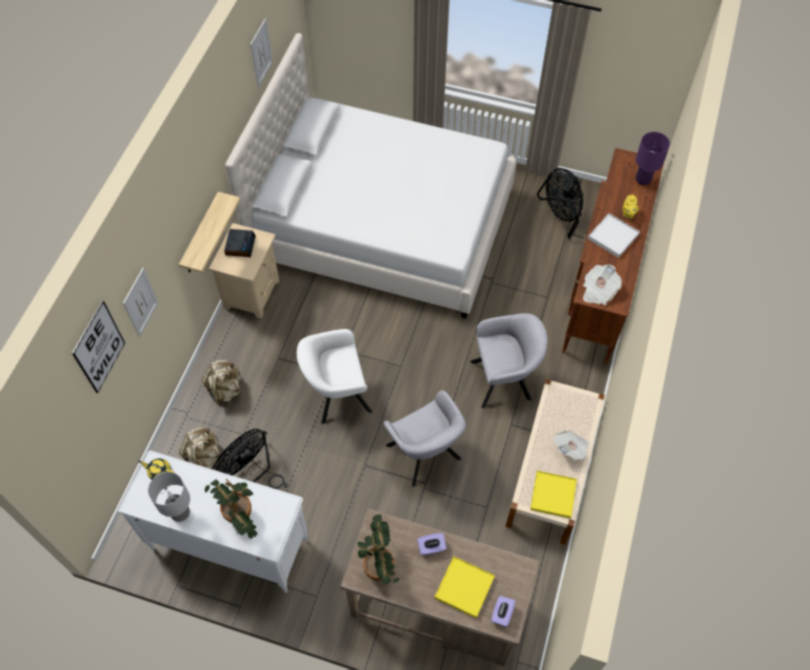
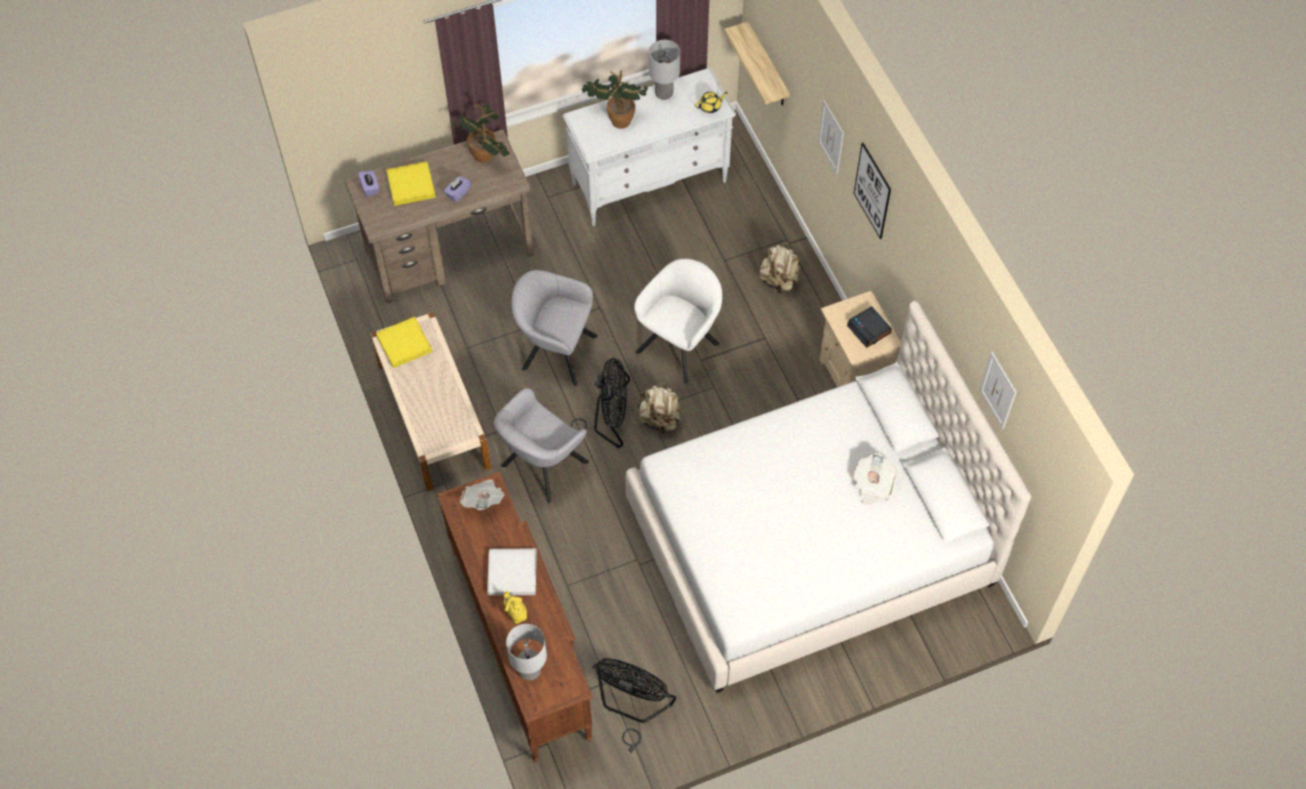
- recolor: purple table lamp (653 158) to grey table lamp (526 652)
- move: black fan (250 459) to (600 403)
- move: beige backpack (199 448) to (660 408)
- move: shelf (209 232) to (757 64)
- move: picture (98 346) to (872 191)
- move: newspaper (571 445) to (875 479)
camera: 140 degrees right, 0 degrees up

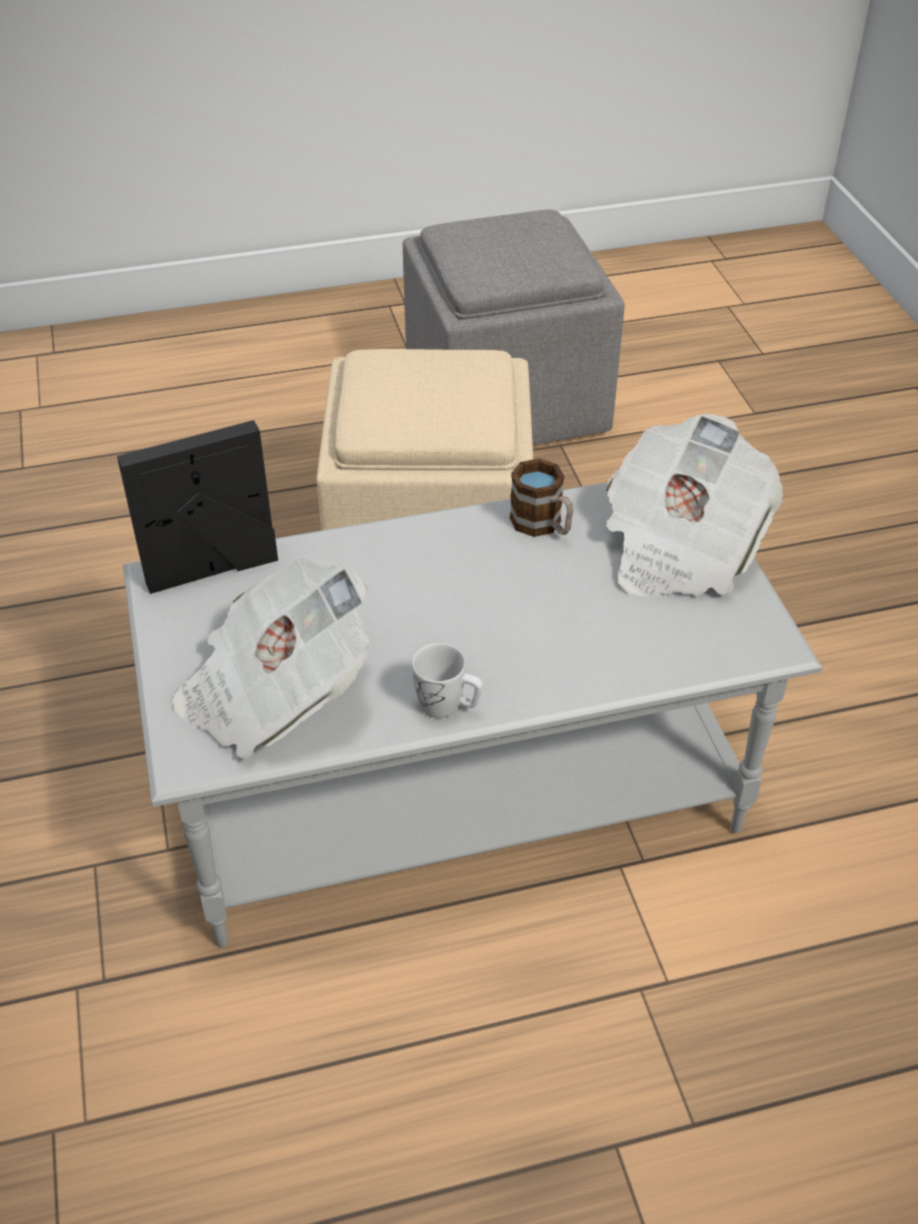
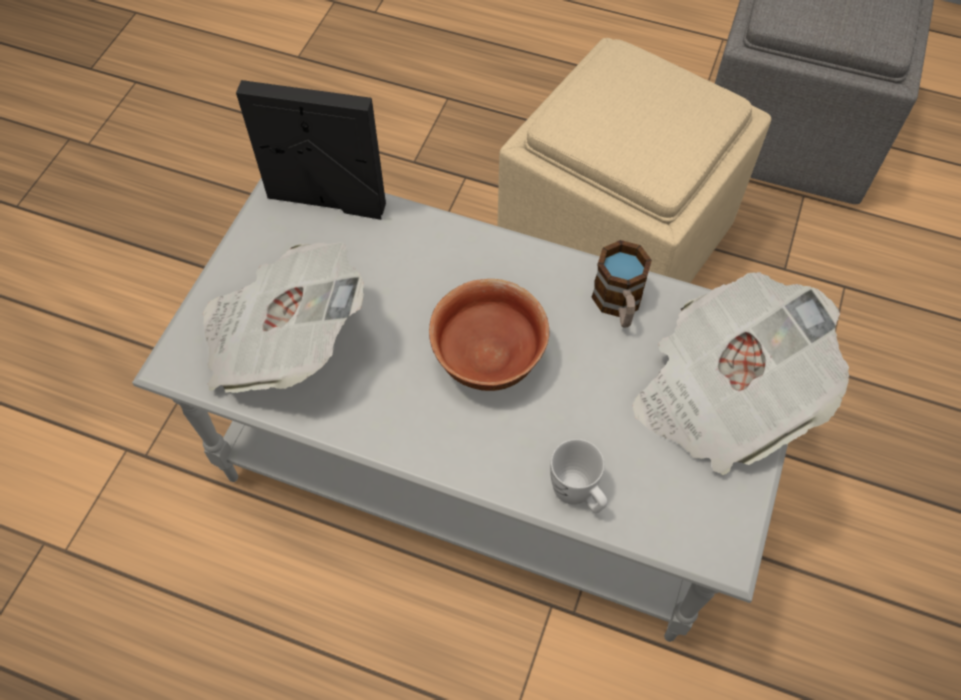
- insert: bowl (489 335)
- move: white mug (447 680) to (579 476)
camera: 35 degrees right, 15 degrees up

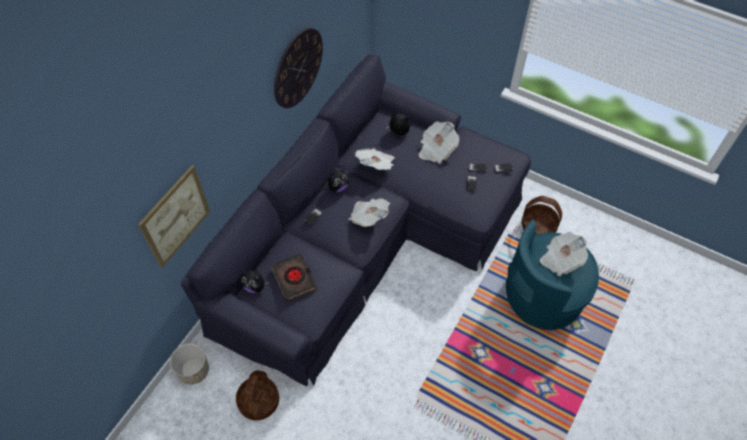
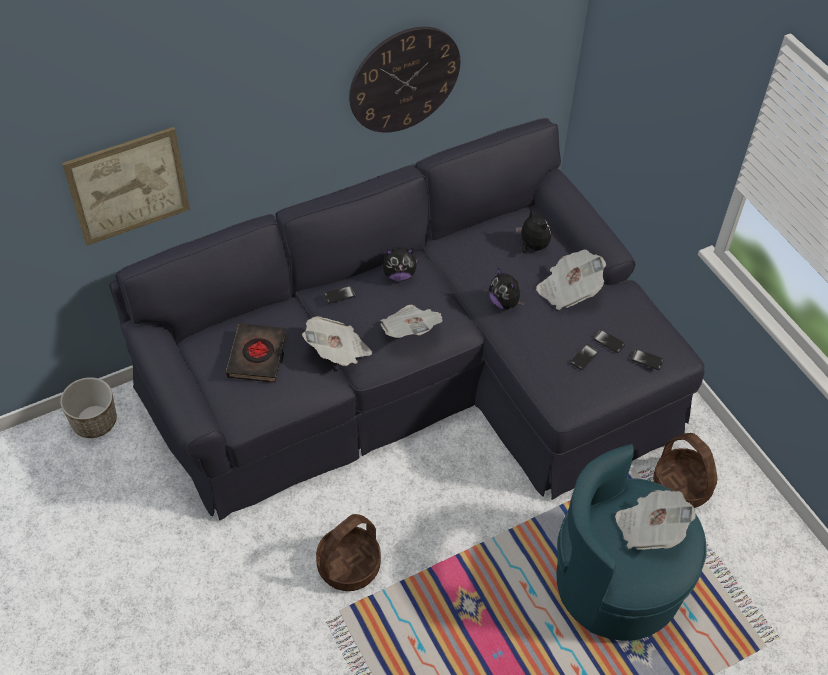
- move: newspaper (375 159) to (337 341)
- move: basket (257 395) to (348 552)
- move: plush toy (255 281) to (507 289)
camera: 30 degrees right, 5 degrees down

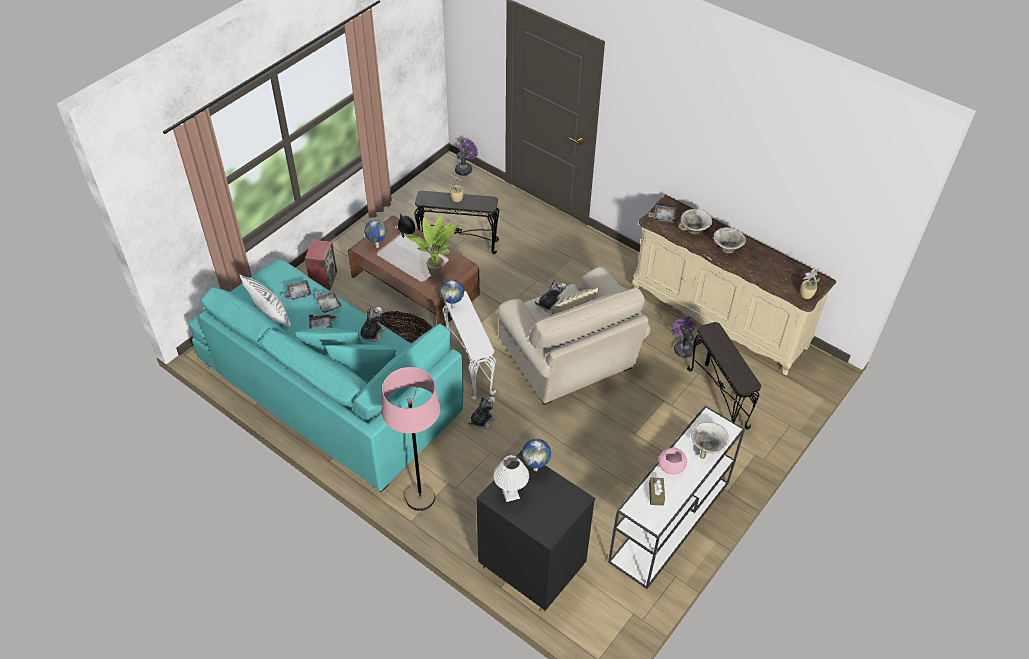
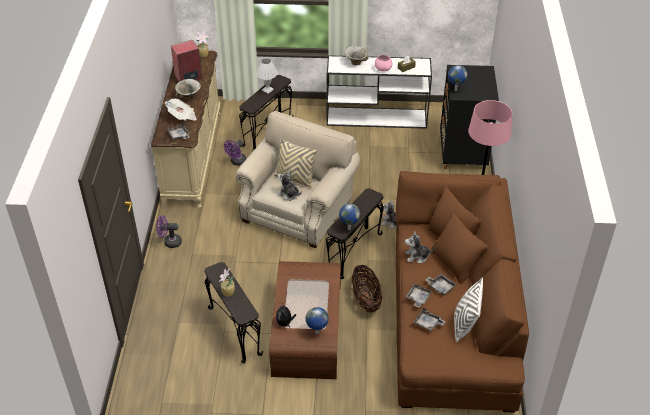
- move: purple fan (466 157) to (169 231)
- replace: bowl (695 221) to newspaper (181 110)
- move: speaker (321 265) to (186 61)
- move: white table lamp (511 478) to (267 76)
- recolor: white side table (469 345) to black side table (355 233)
- recolor: turquoise sofa (325 375) to brown sofa (462 291)
- delete: potted plant (431 246)
camera: 125 degrees left, 5 degrees down

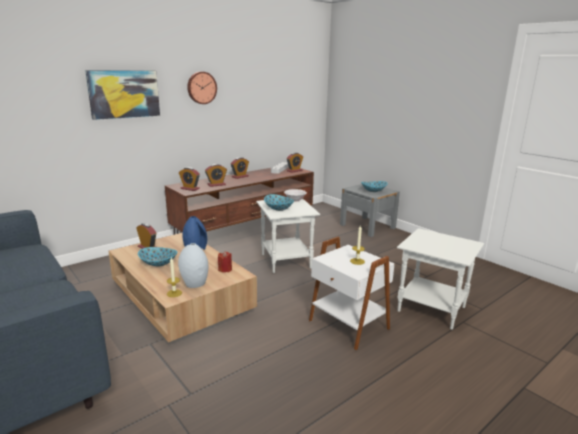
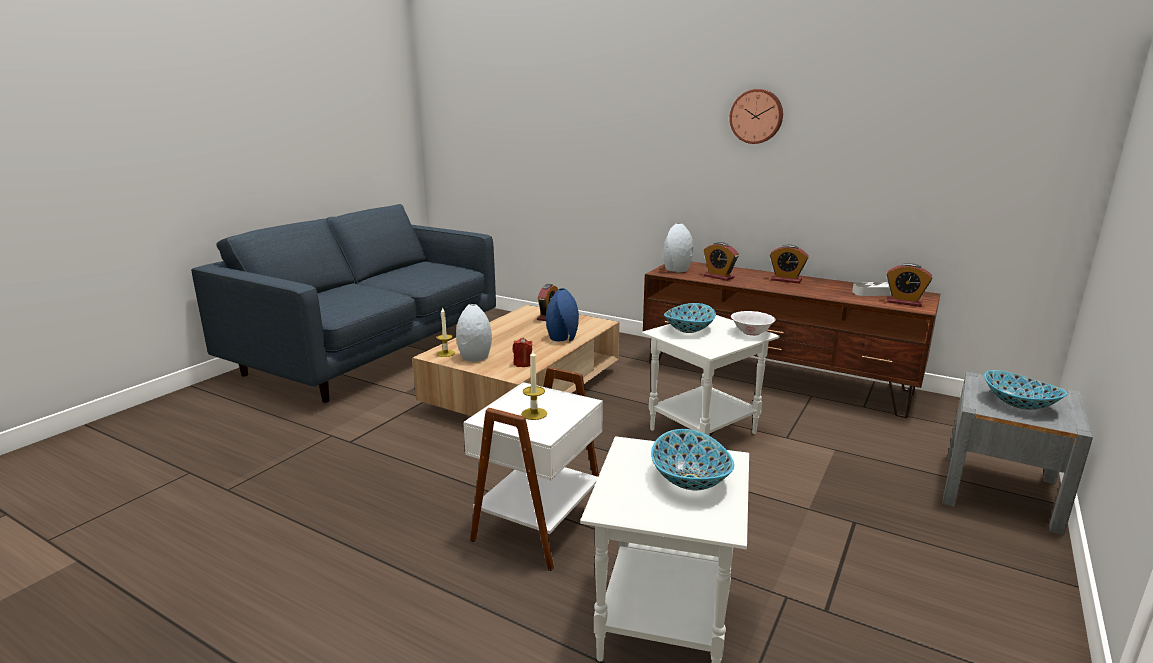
- move: bowl (157 256) to (692 459)
- replace: alarm clock (189 179) to grey vase (678 248)
- delete: picture (122 95)
camera: 70 degrees right, 0 degrees up

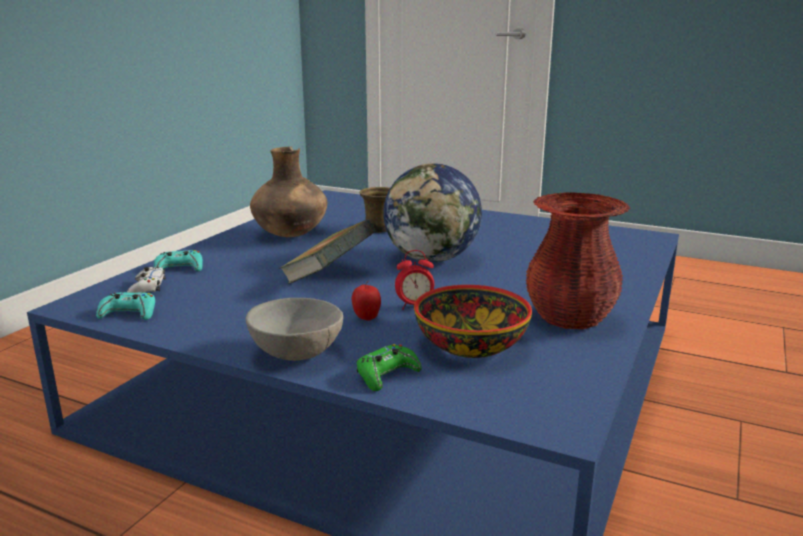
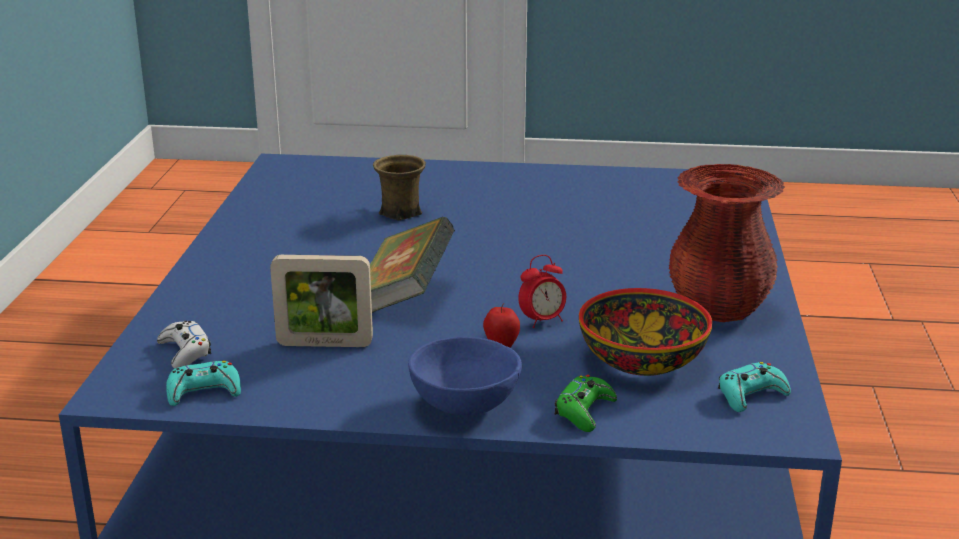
- insert: picture frame (321 301)
- recolor: grey bowl (294 329) to blue bowl (465 376)
- move: turquoise game controller (178 260) to (754 387)
- delete: brown vase (288 192)
- delete: globe (432 212)
camera: 20 degrees left, 5 degrees up

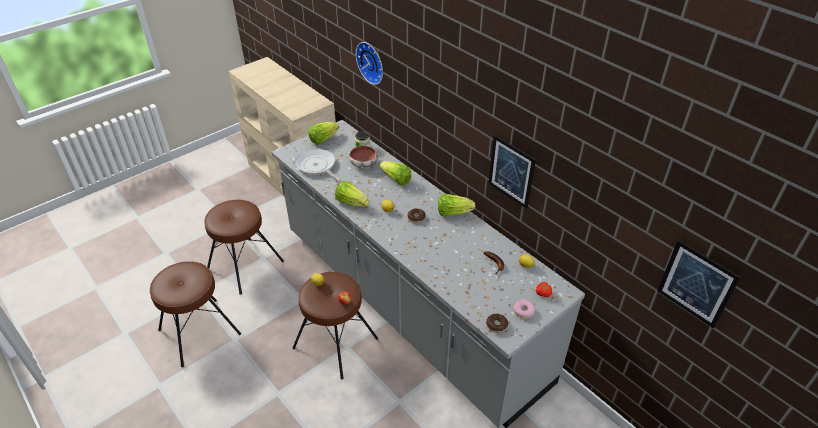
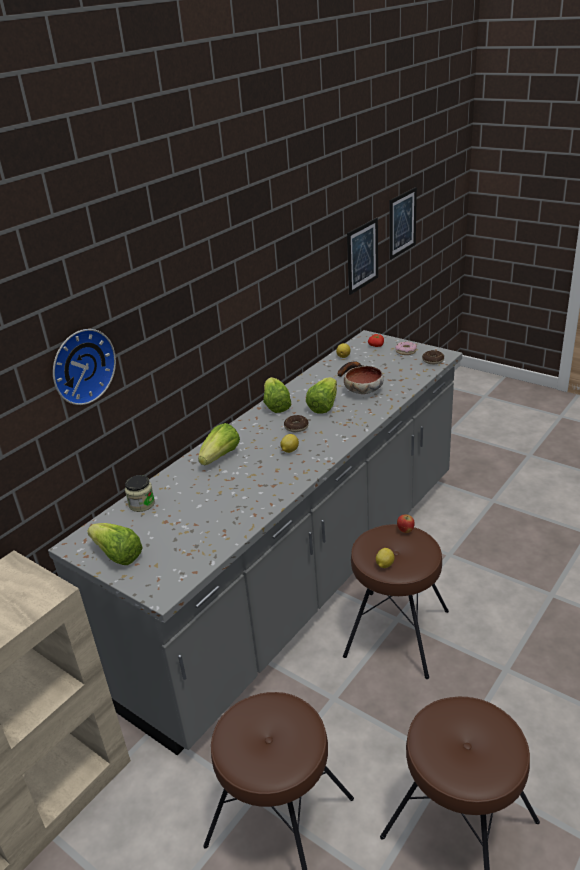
- move: lettuce (352 194) to (321 395)
- move: bowl (363 157) to (364 380)
- move: picture (512 172) to (362 256)
- delete: frying pan (318 165)
camera: 100 degrees left, 10 degrees down

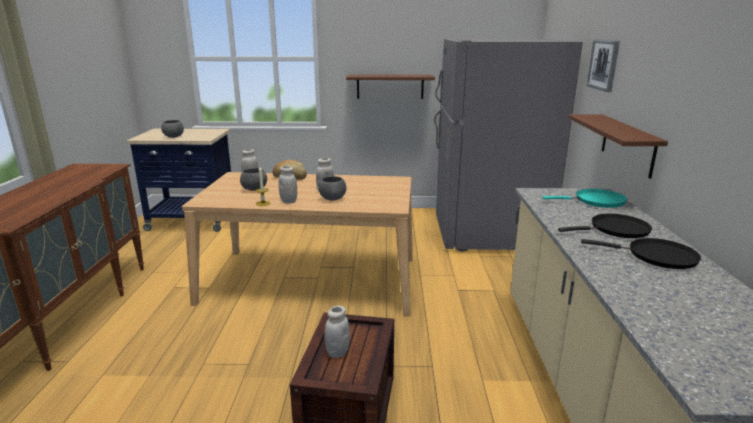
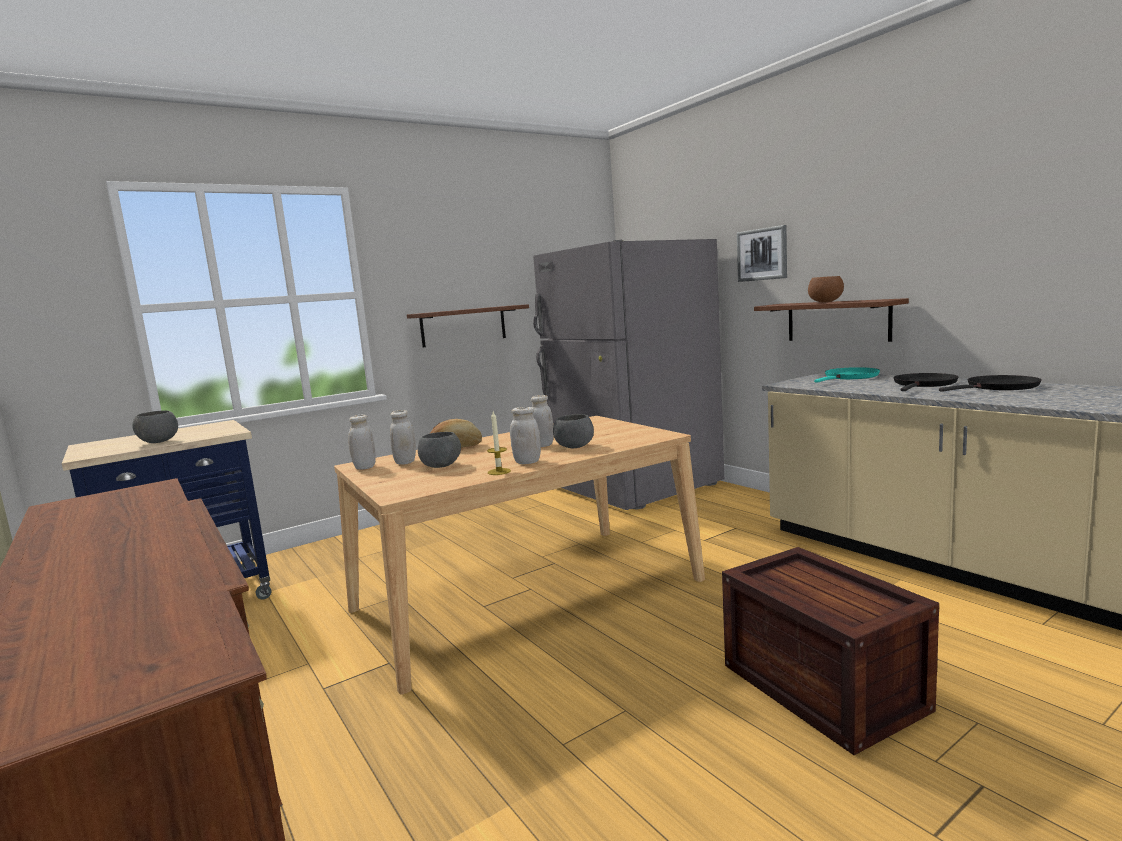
- move: white jar (337 332) to (362 442)
- insert: brown bowl (826 289)
camera: 35 degrees left, 10 degrees down

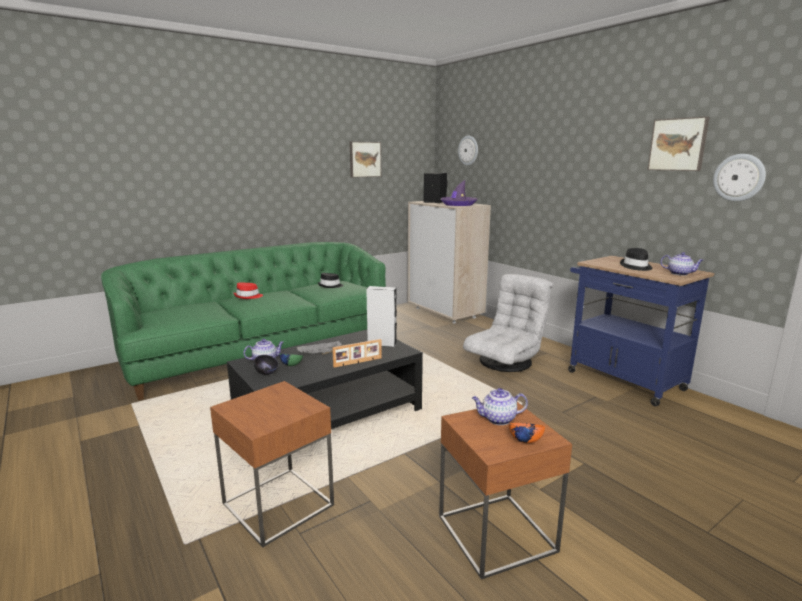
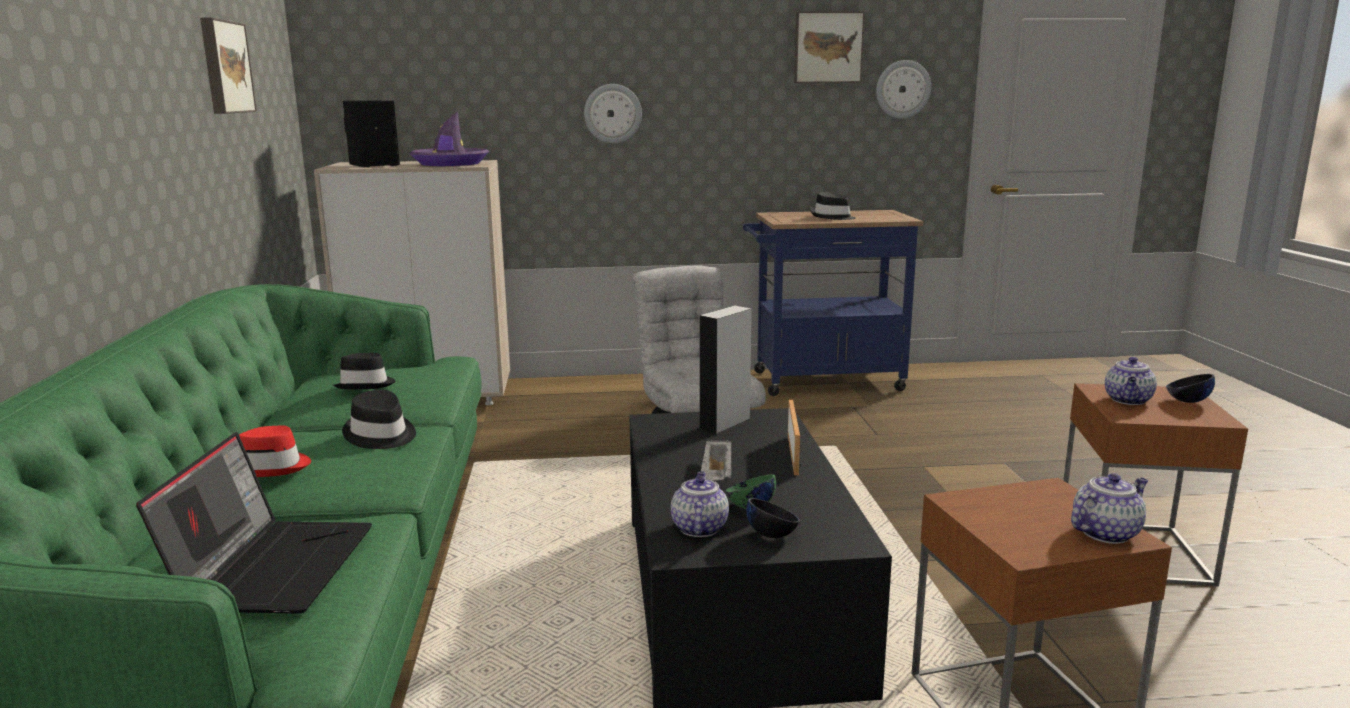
- insert: laptop (254 522)
- insert: black hat (379 419)
- move: wall clock (468 151) to (613 114)
- move: teapot (681 264) to (1109 508)
- recolor: orange bowl (527 433) to black bowl (1190 388)
camera: 60 degrees left, 0 degrees up

